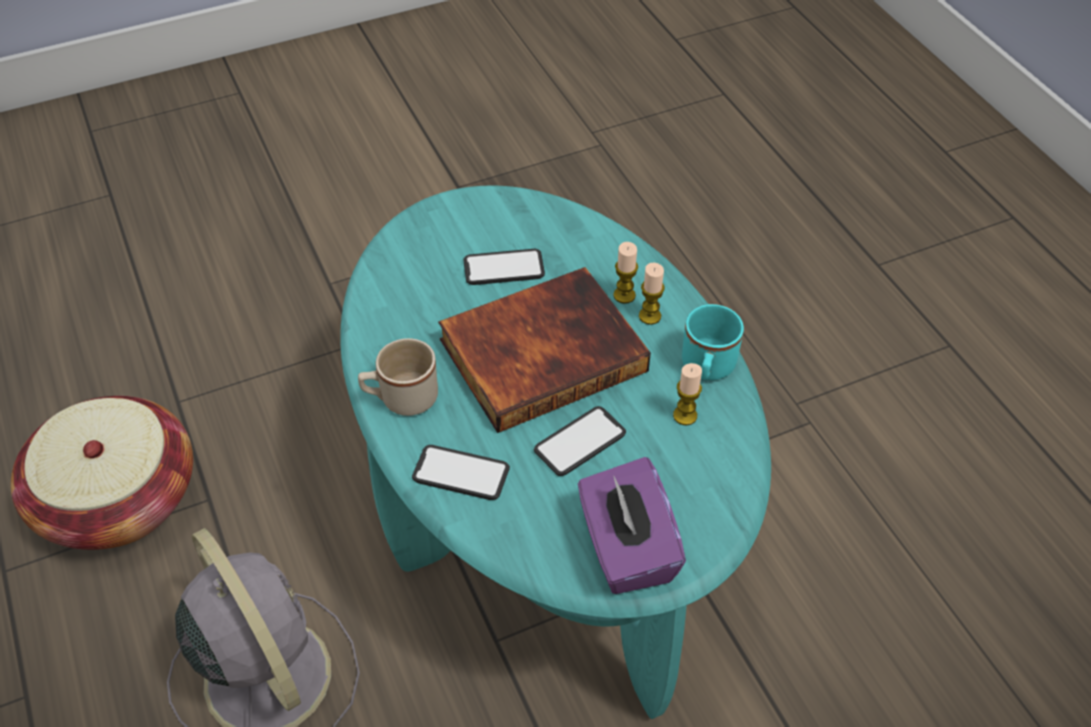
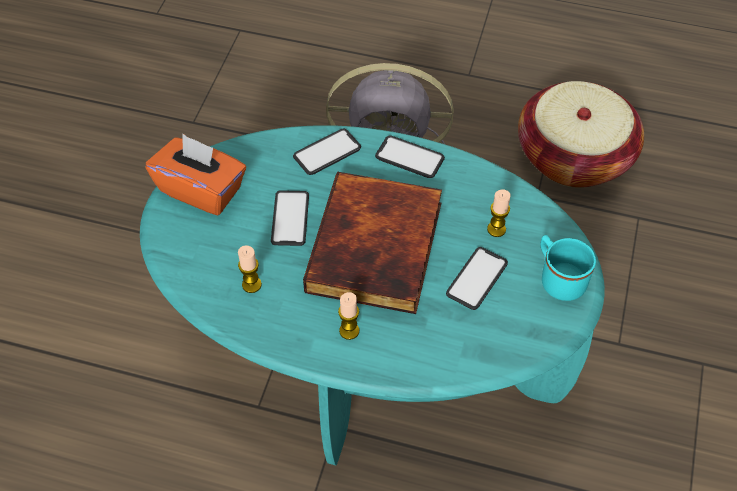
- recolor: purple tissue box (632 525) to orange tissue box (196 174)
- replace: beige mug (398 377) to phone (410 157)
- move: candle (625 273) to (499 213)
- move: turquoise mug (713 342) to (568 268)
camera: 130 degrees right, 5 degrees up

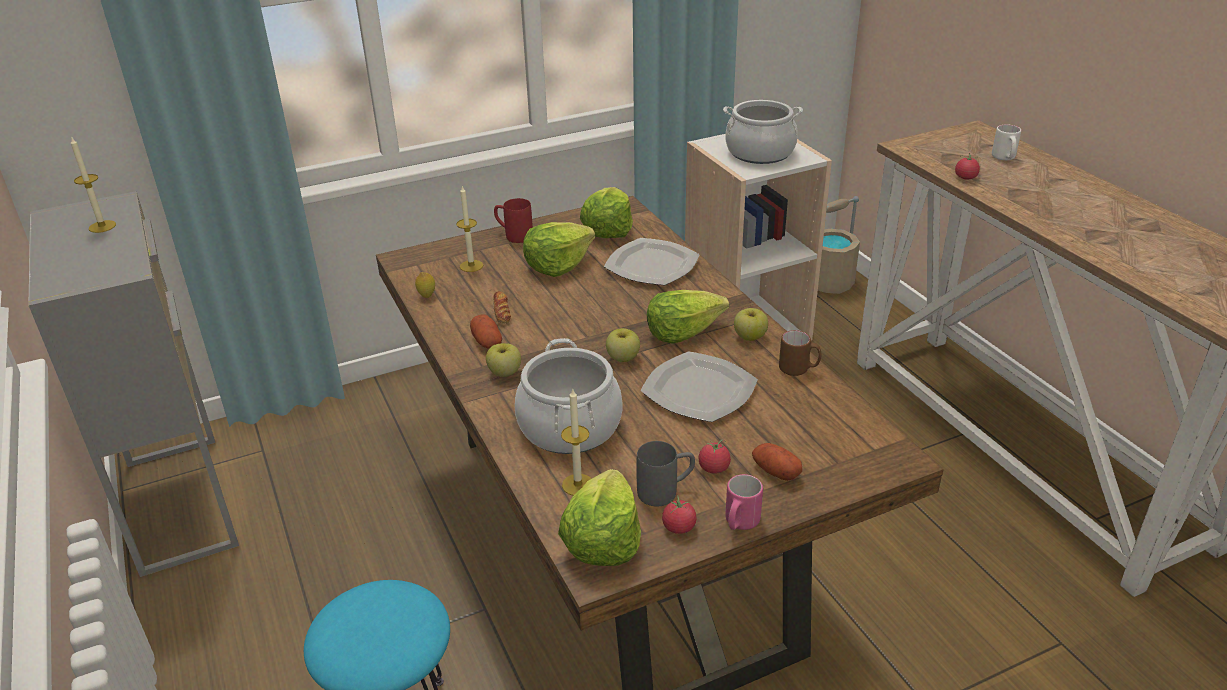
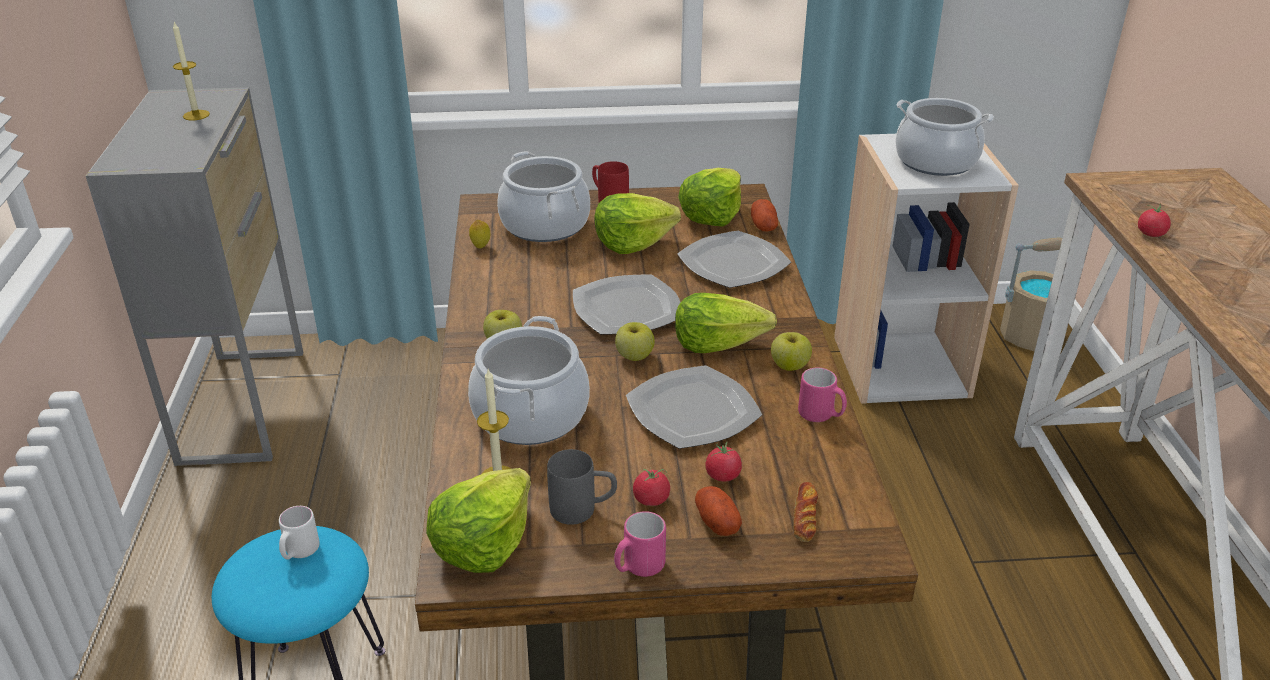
- move: white mug (1006 142) to (299 533)
- replace: candle (469 229) to cooking pot (543 196)
- insert: plate (627 304)
- move: tomato (679 514) to (723 461)
- move: potato (486 331) to (764 215)
- move: bread (502 307) to (805 512)
- recolor: brown mug (800 353) to pink mug (822 395)
camera: 20 degrees right, 0 degrees up

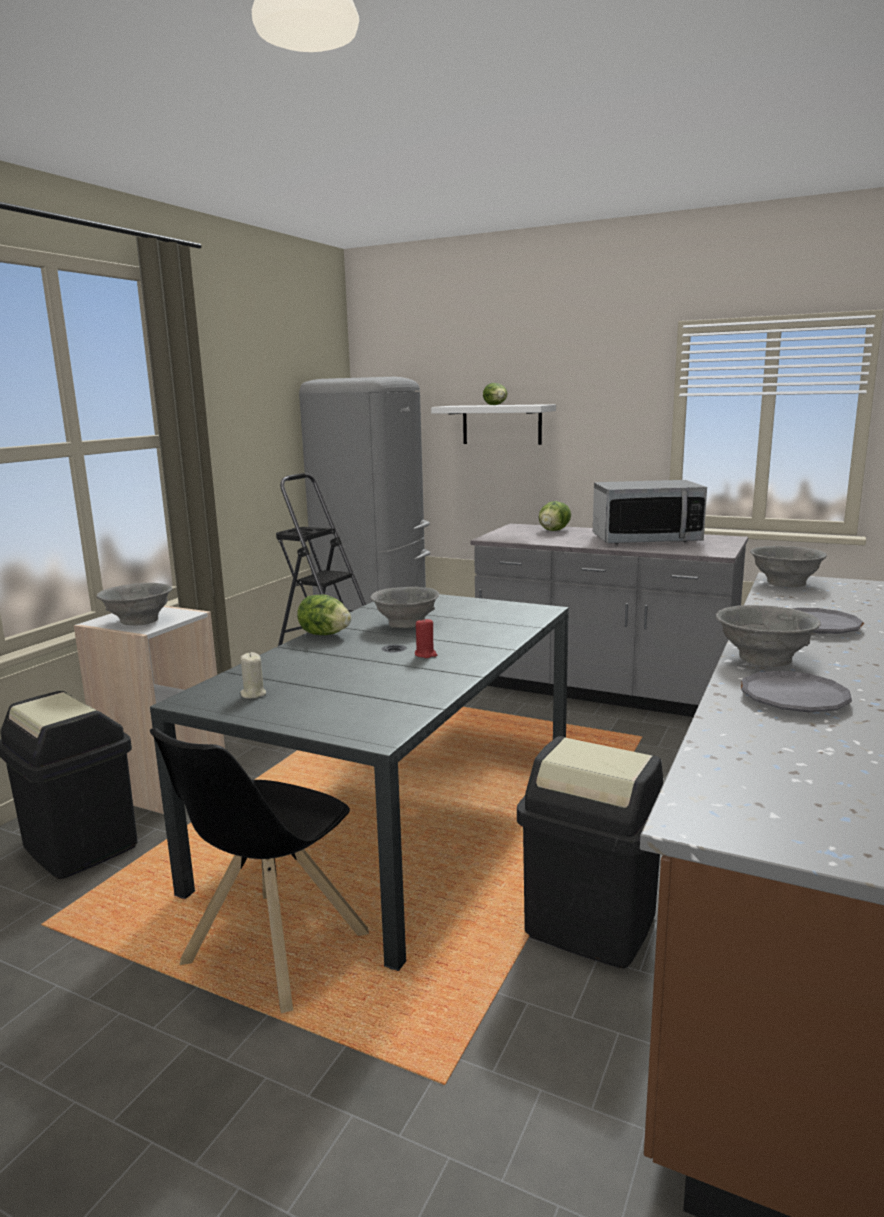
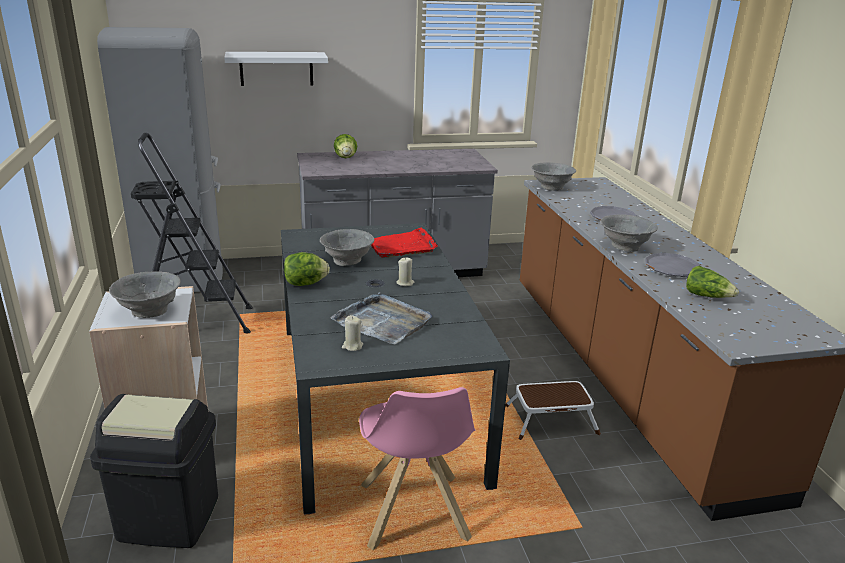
- insert: grey tray (381 318)
- recolor: black chair (259 870) to pink chair (417 468)
- insert: red tray (404 243)
- recolor: red candle (426 638) to beige candle (405 272)
- replace: black trash can (590 852) to brown step ladder (553 410)
- move: lettuce (495 394) to (712 282)
- delete: microwave (650 512)
camera: 40 degrees left, 10 degrees up

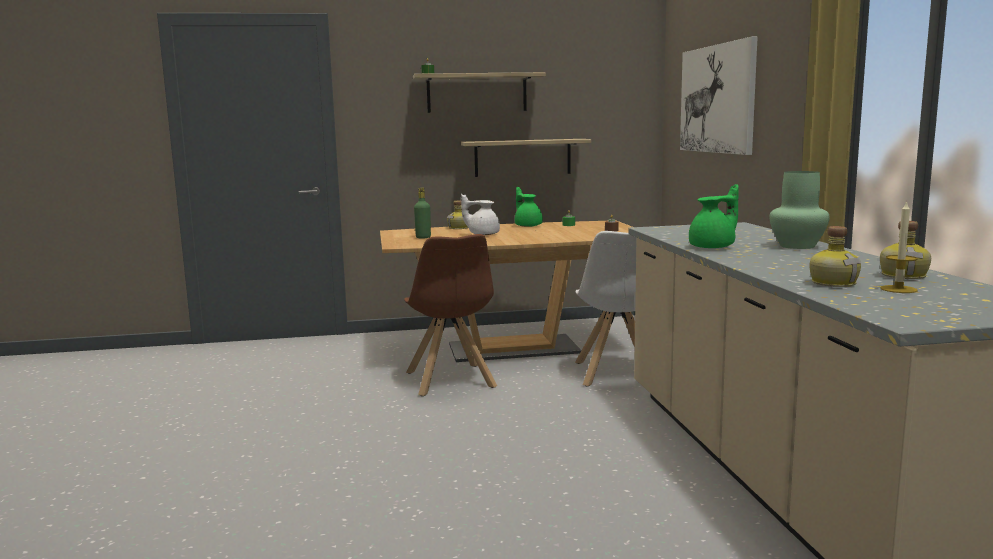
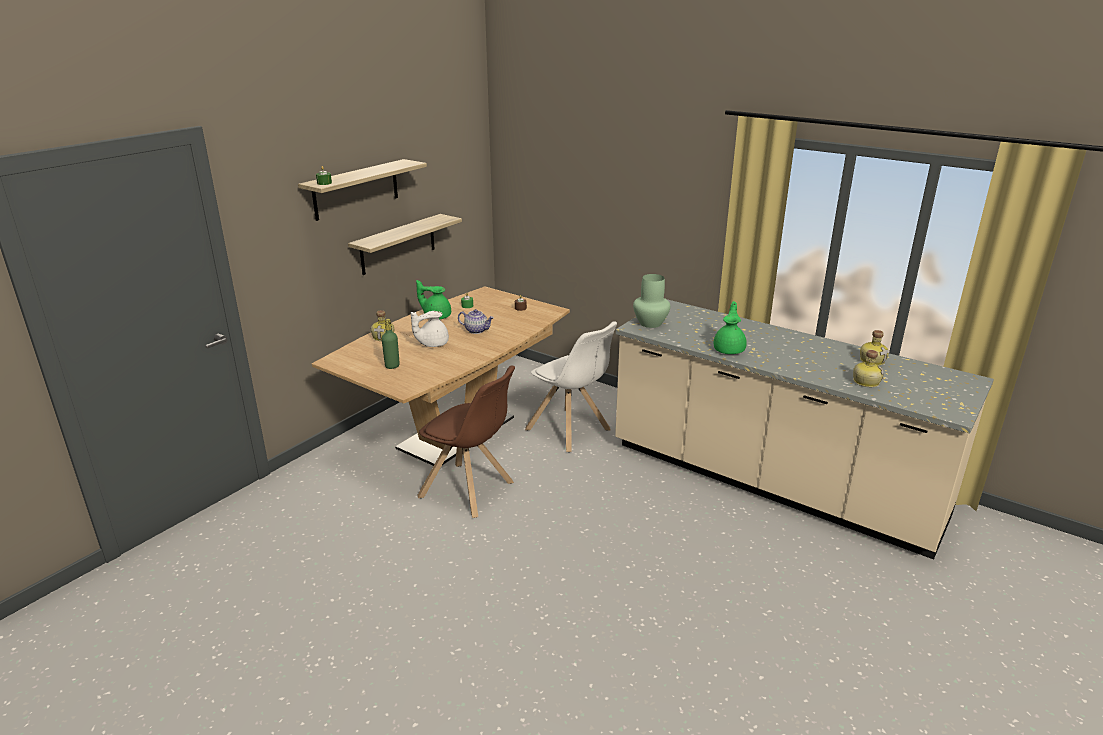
- insert: teapot (476 321)
- move: green vase (799 210) to (651 301)
- delete: picture (719 95)
- delete: candle (899 246)
camera: 45 degrees left, 15 degrees up

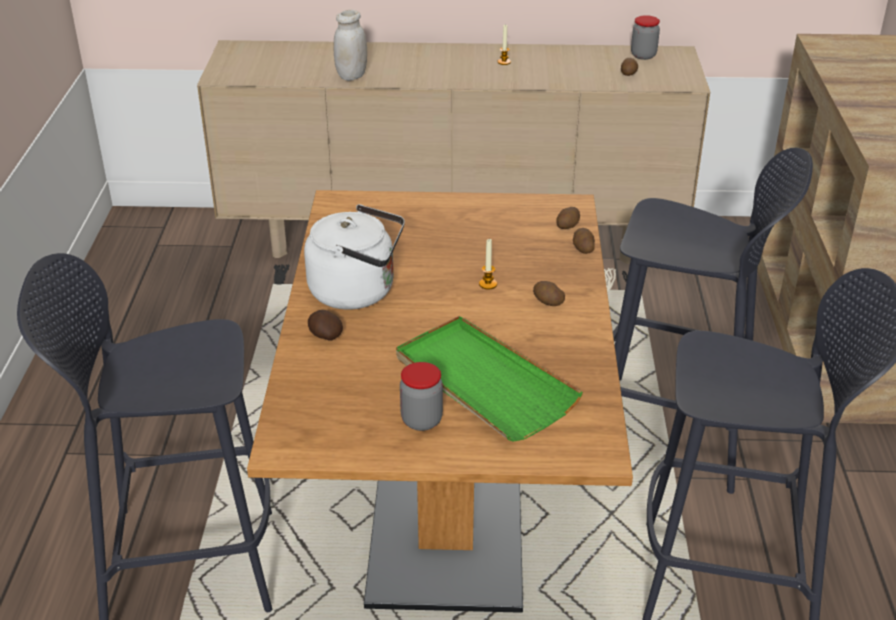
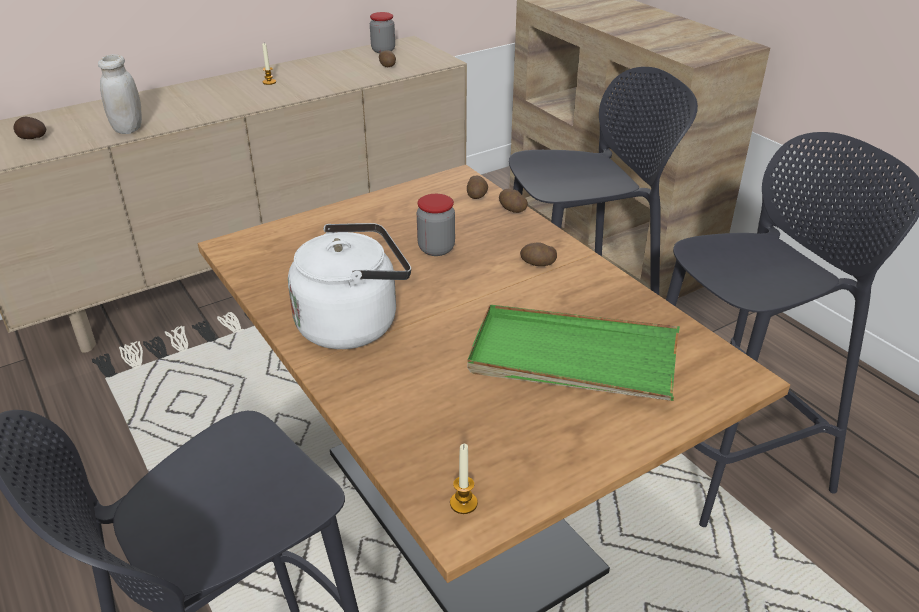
- move: potato (325 325) to (29 128)
- move: jar (421 396) to (436 225)
- move: candle (488 264) to (464 479)
camera: 35 degrees left, 0 degrees up

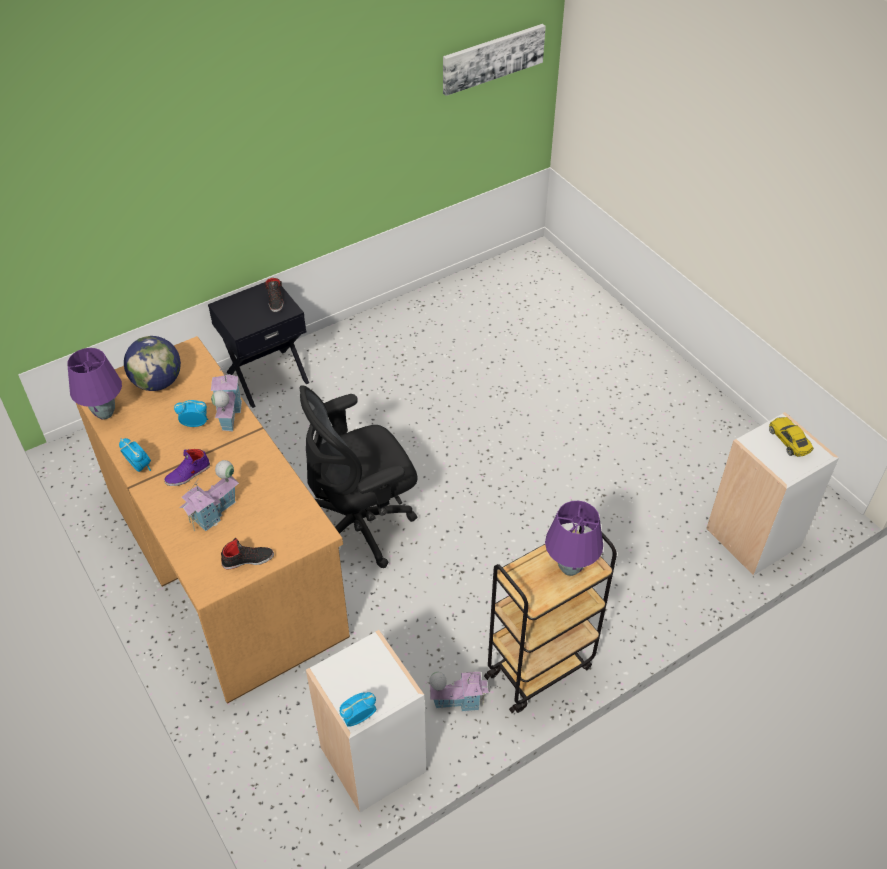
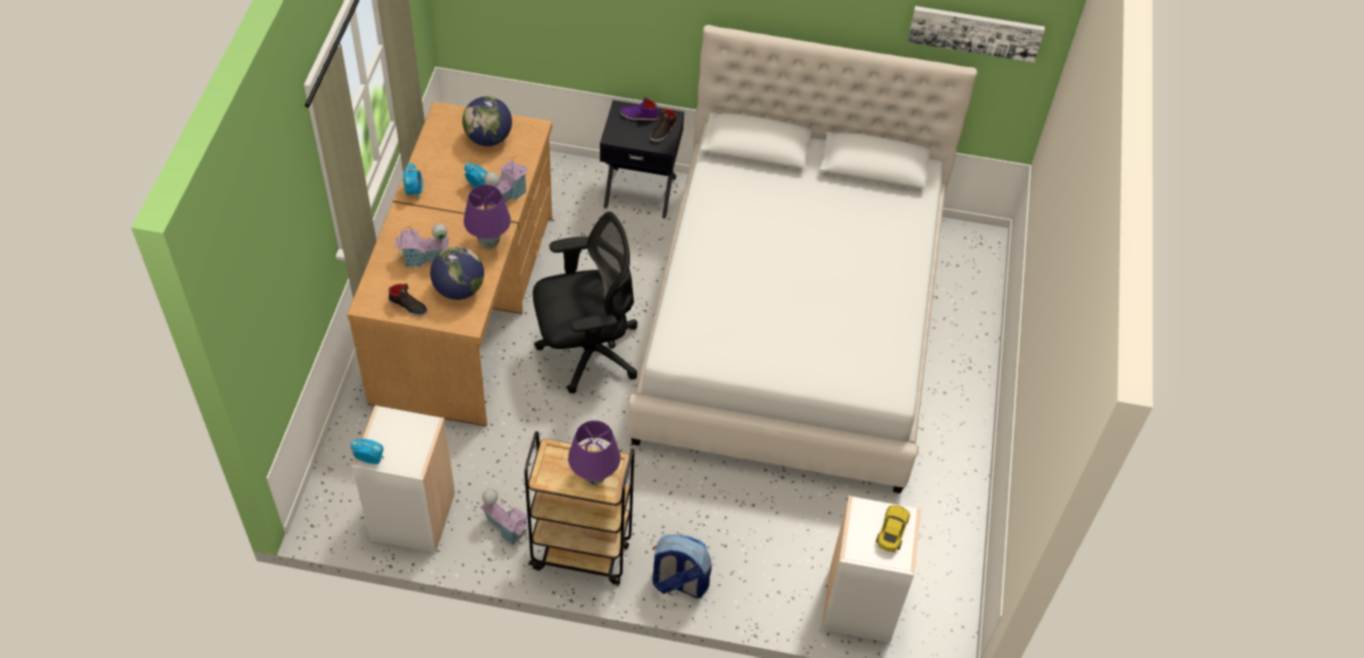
- insert: globe (457 273)
- move: purple table lamp (94 384) to (487 217)
- rotate: black office chair (358 476) = (585 303) 150 degrees clockwise
- move: purple shoe (187 467) to (639 109)
- insert: white bed (803 259)
- insert: backpack (682 566)
camera: 40 degrees right, 5 degrees up

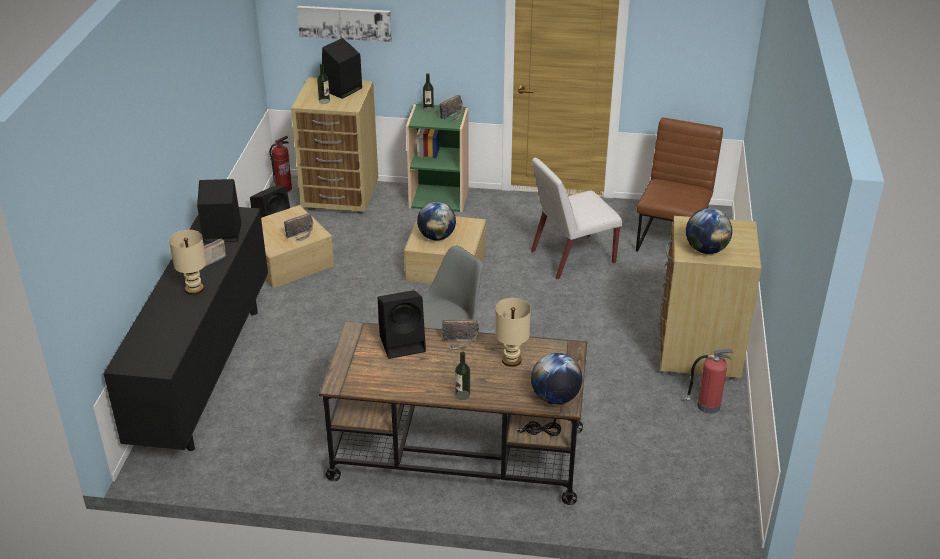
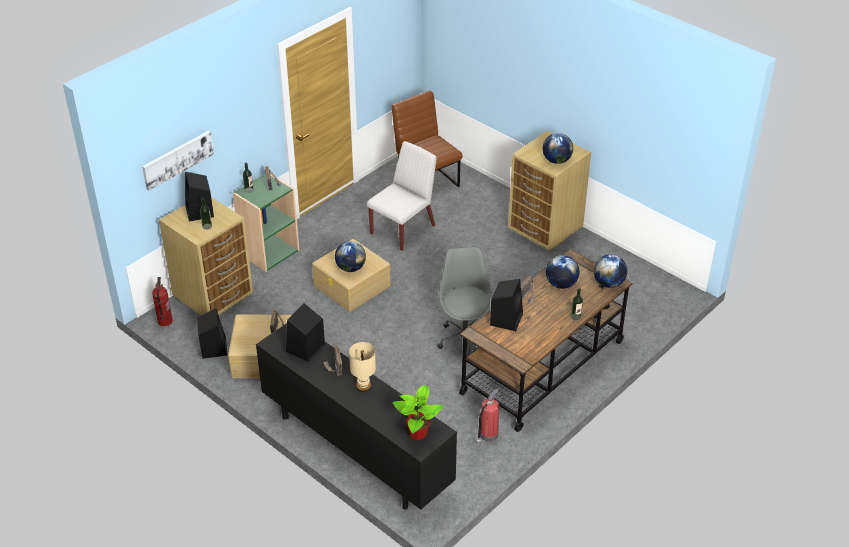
- rotate: white chair (576 219) = (401 196) 150 degrees counterclockwise
- insert: potted plant (418 412)
- move: fire extinguisher (709 381) to (488 416)
- replace: beige table lamp (513 332) to globe (562 272)
camera: 55 degrees left, 5 degrees up

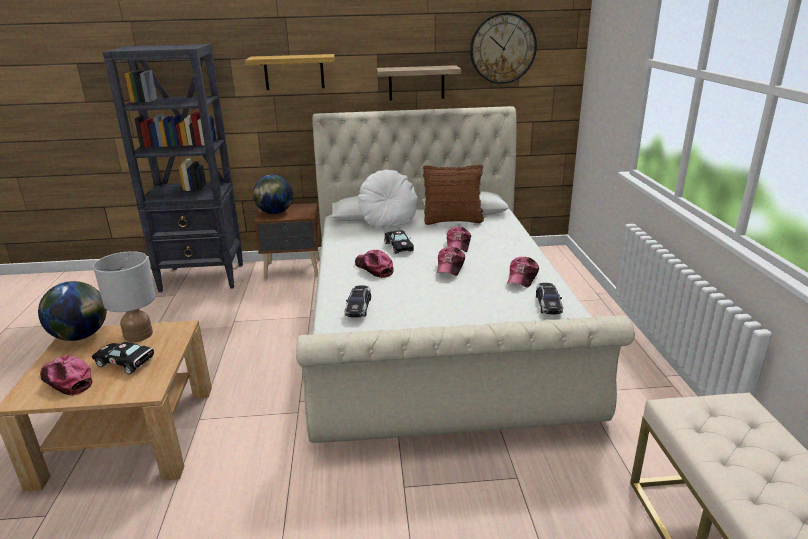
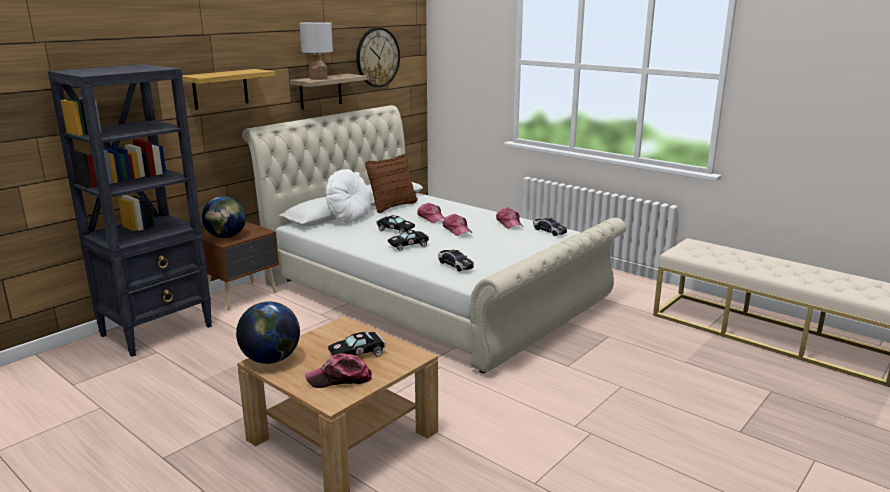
- move: grey table lamp (124 296) to (316 51)
- replace: cap (374 264) to black toy car (408 240)
camera: 45 degrees left, 5 degrees down

